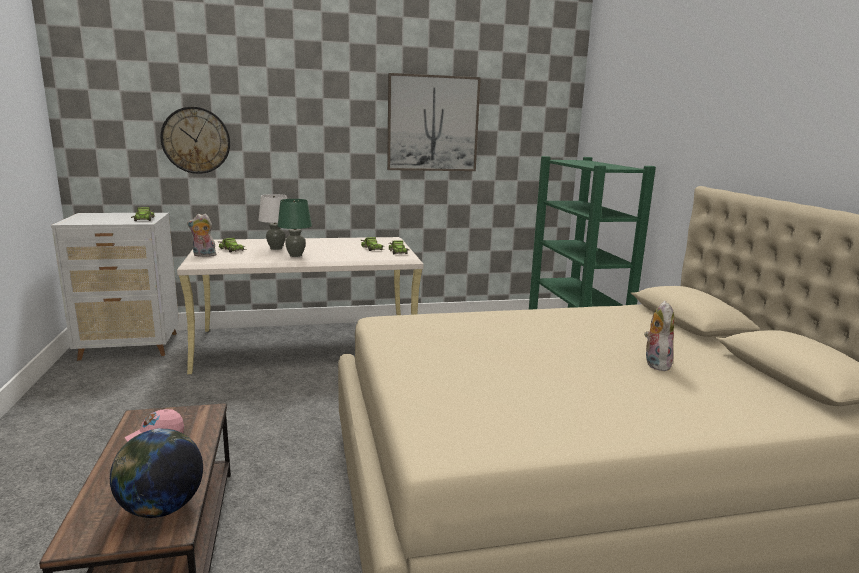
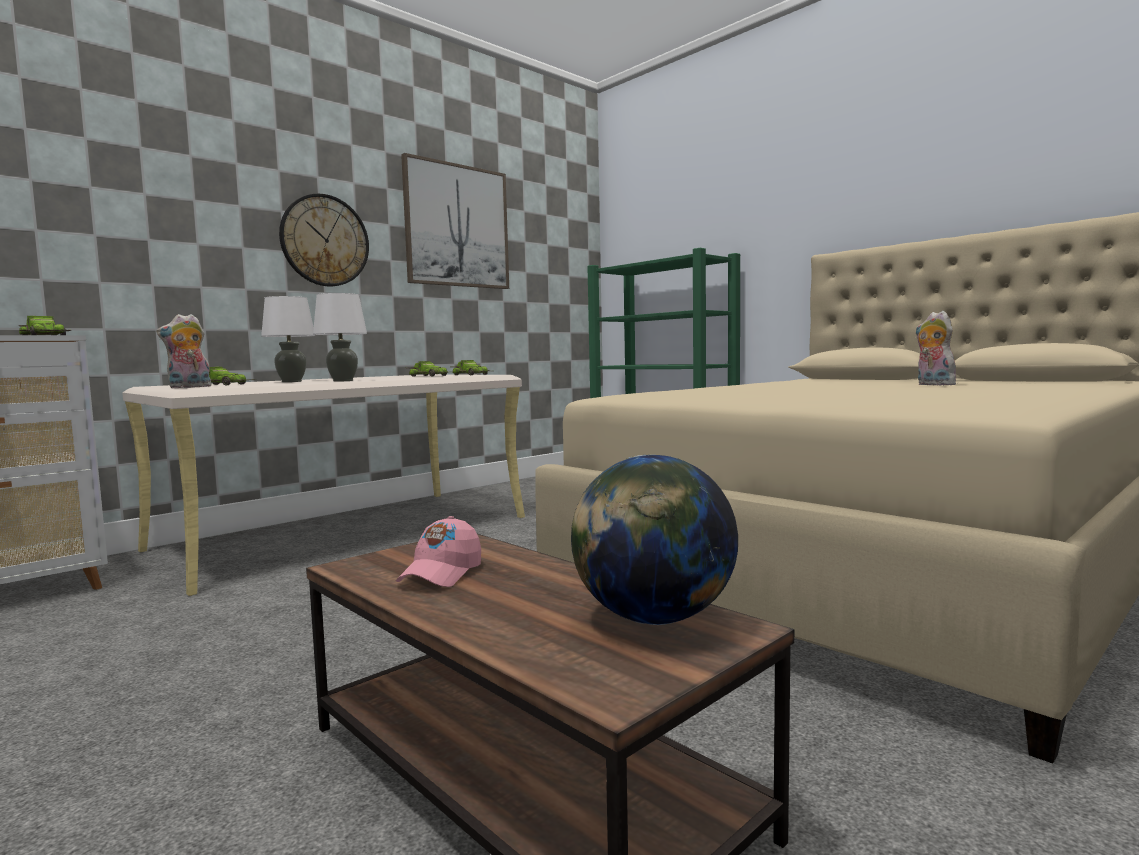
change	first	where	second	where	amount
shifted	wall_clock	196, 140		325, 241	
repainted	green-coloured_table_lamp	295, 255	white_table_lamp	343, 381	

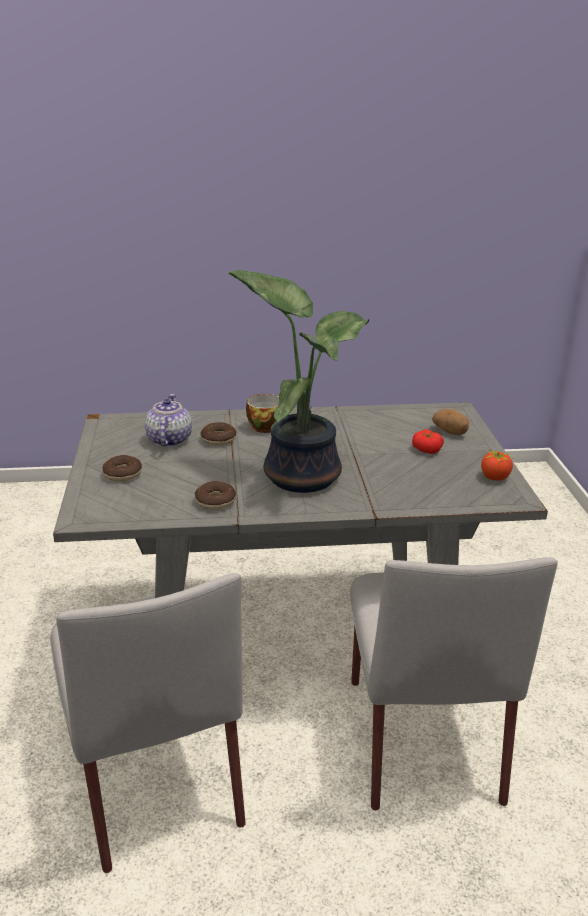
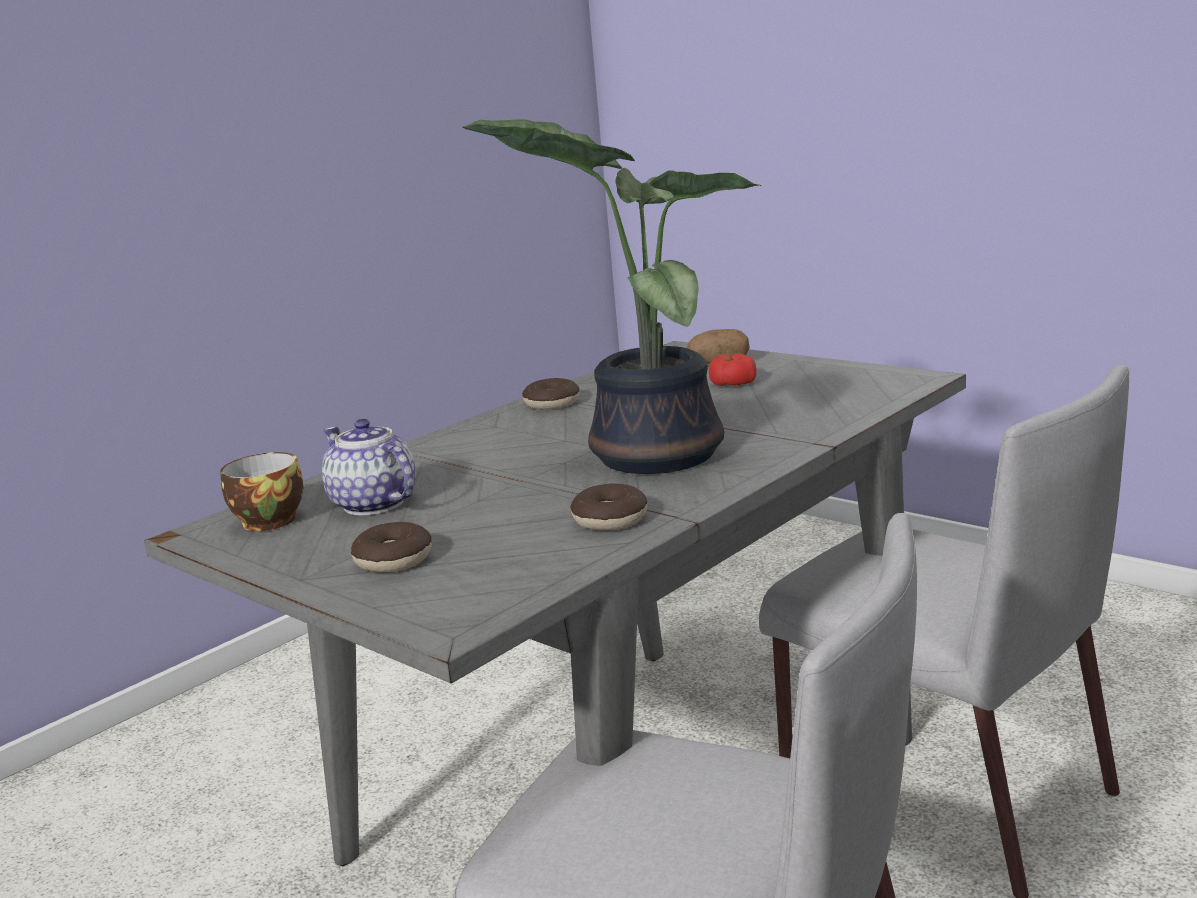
change	first	where	second	where	amount
shifted	doughnut	218, 439		552, 403	
shifted	small_cup	264, 426		265, 521	
gone	fresh_tomato	495, 477			

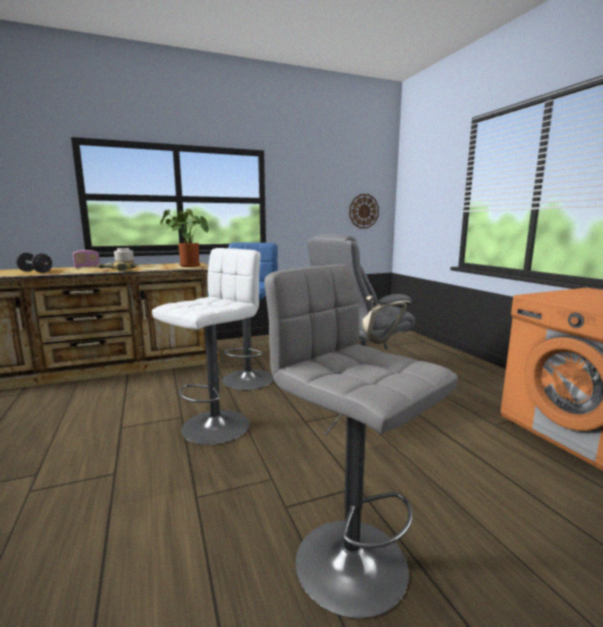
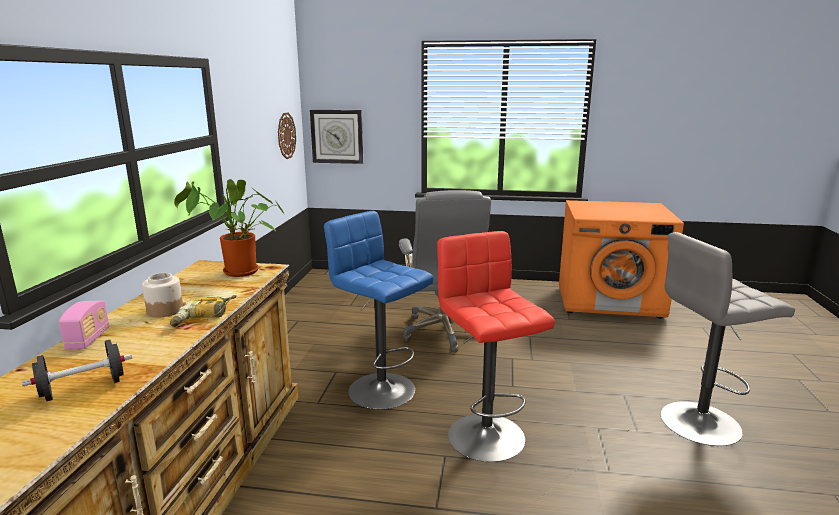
change	first	where	second	where	amount
repainted	white_stool_seat	217, 426	red_stool_seat	486, 436	
new			wall_clock	337, 136	

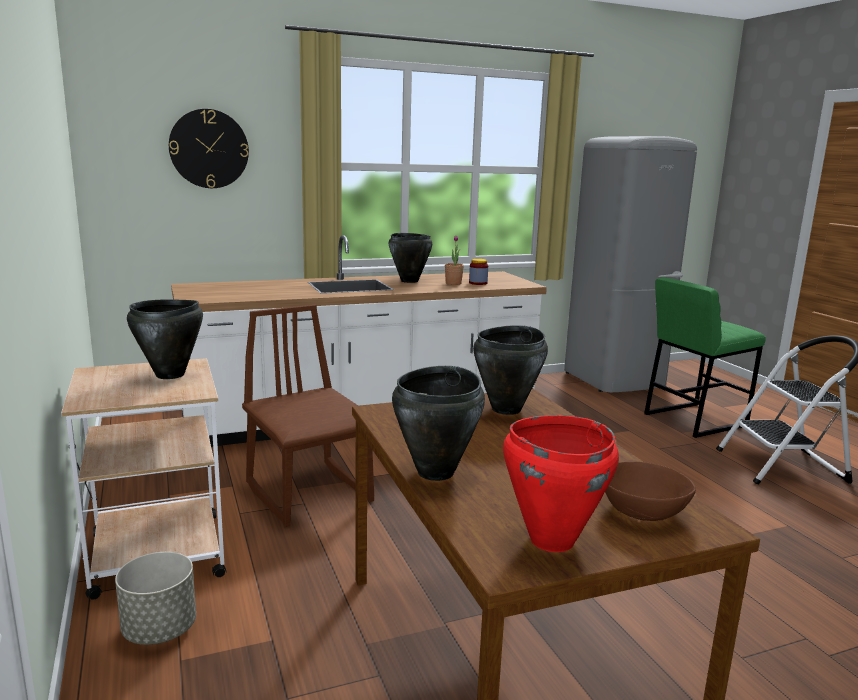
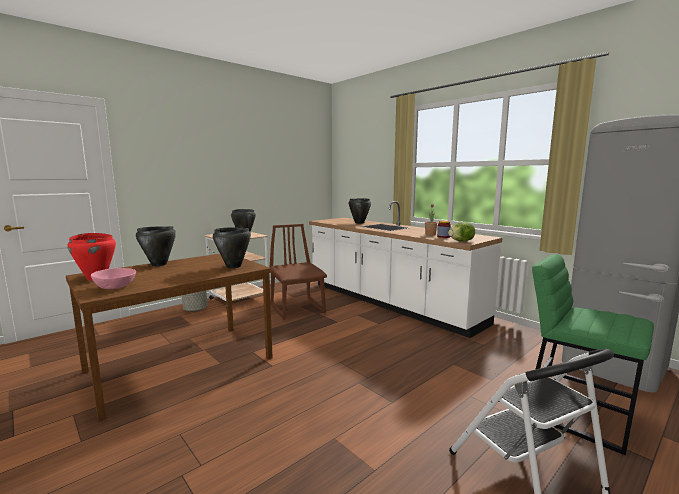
change	first	where	second	where	amount
gone	wall_clock	209, 149			
rotated	brown-coloured_upright_chair	310, 493		298, 309	60 degrees counterclockwise
shifted	black-coloured_cooking_pot	409, 281		359, 223	
repainted	brown-coloured_bowl	642, 510	pink_bowl	115, 287	
new			lettuce_head	461, 241	

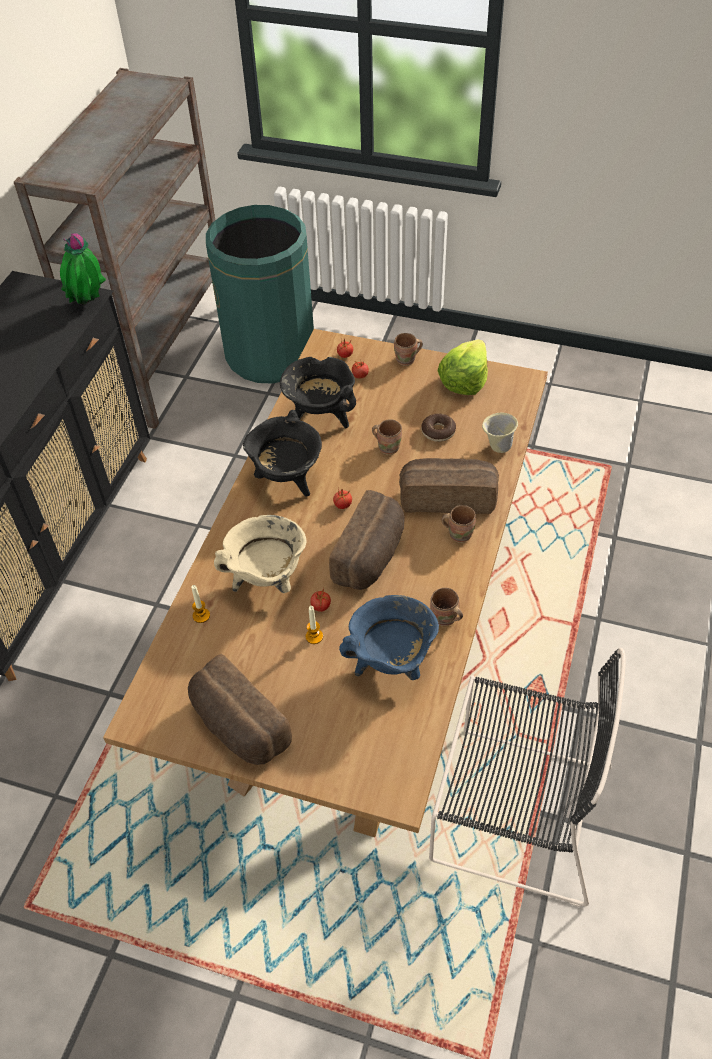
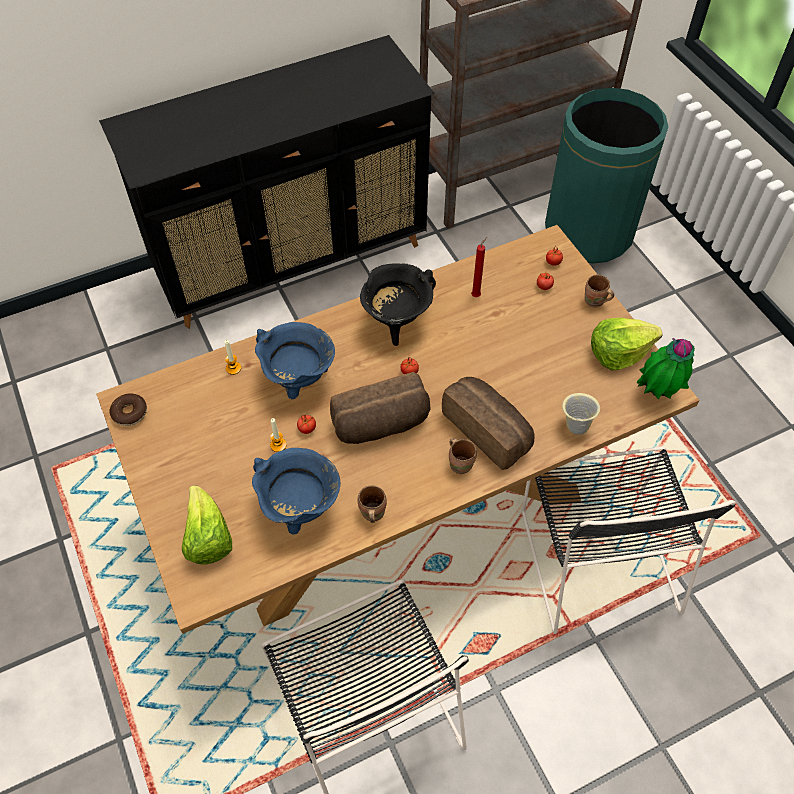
change	first	where	second	where	amount
shifted	houseplant	89, 304		656, 394	
gone	bakery_bread	237, 727			
repainted	beige-coloured_cooking_pot	267, 580	blue_cooking_pot	298, 381	
swapped	black-coloured_cooking_pot	321, 416	red_candle	477, 295	
gone	brown-coloured_mug	388, 447			
shifted	doughnut	438, 432		130, 413	
new			lettuce_head	208, 538	
new			black-coloured_upright_chair	597, 555	

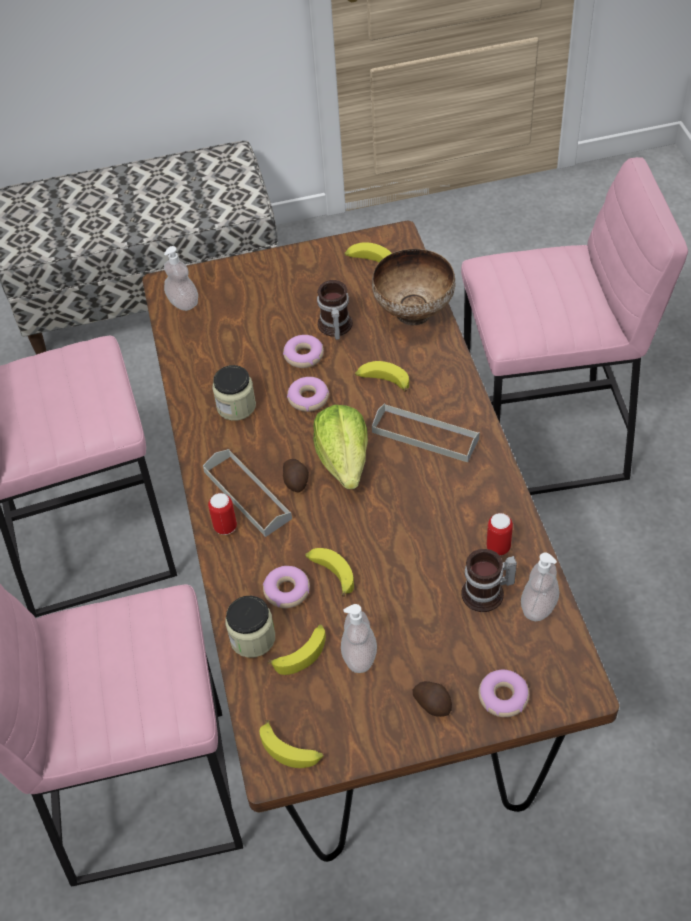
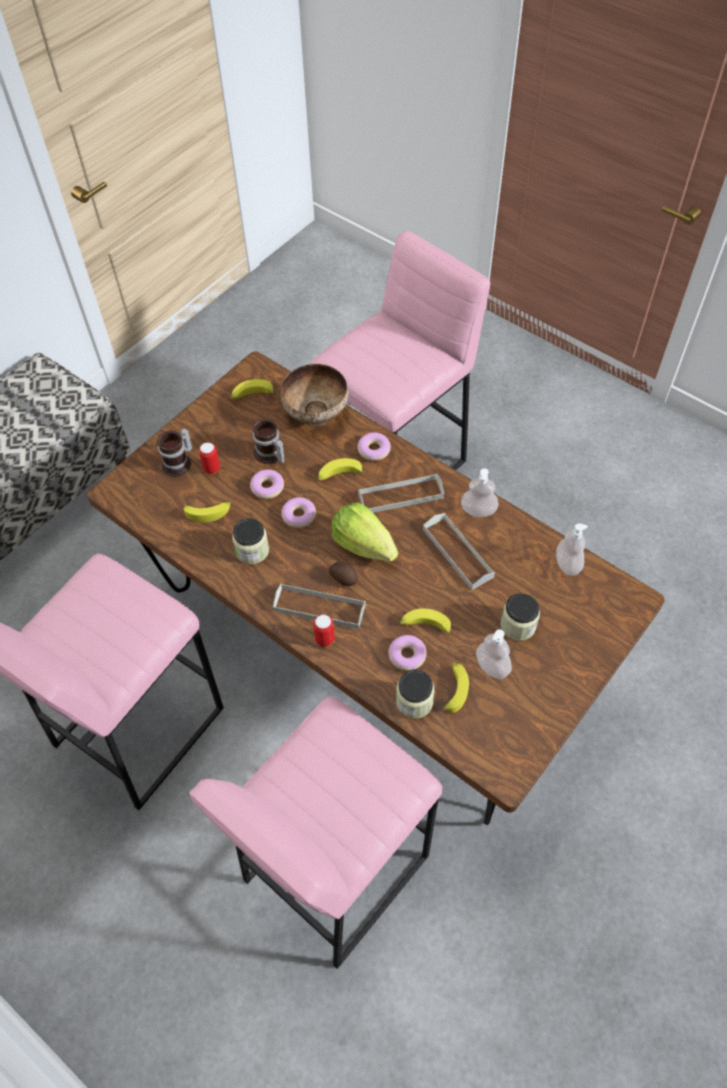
change	first	where	second	where	amount
shifted	soap_dispenser	183, 303		478, 510	
shifted	banana_fruit	291, 749		208, 512	
gone	spud	432, 703			
shifted	mug	487, 594		180, 463	
shifted	doughnut	503, 697		374, 450	
shifted	sealed_can	498, 547		212, 468	
new			greyish_serving_tray	457, 553	
new			storage_jar	518, 625	

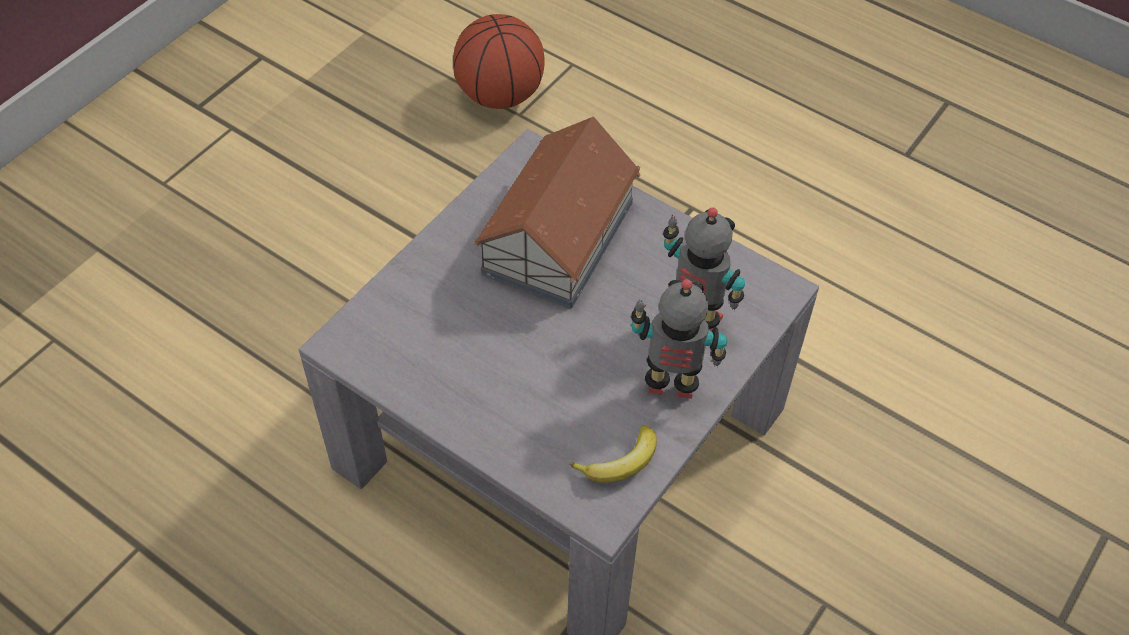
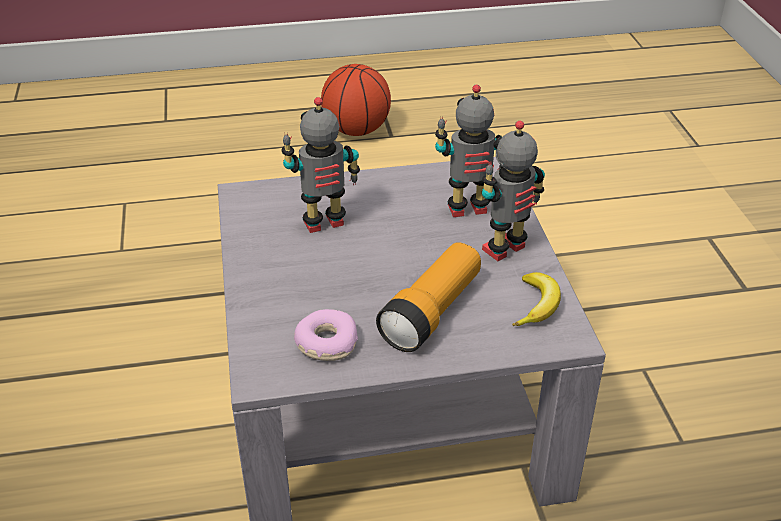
change	first	where	second	where	amount
shifted	ball_for_basketball	499, 95		356, 130	
swapped	toy_house	556, 238	toy_robot	324, 225	
new			doughnut	326, 343	
new			hand_torch	432, 312	

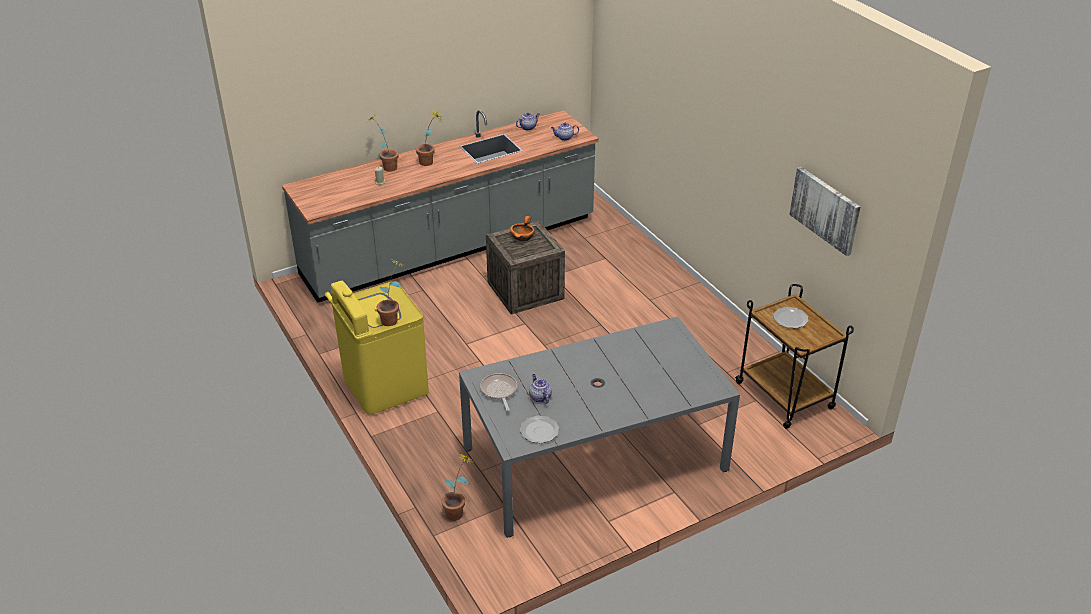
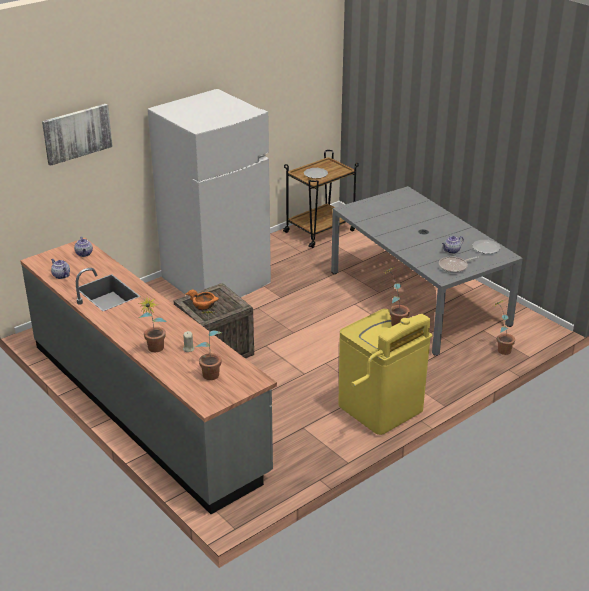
change	first	where	second	where	amount
shifted	houseplant	430, 162		211, 372	
shifted	wall_picture	825, 210		77, 133	
new			white_fridge	216, 280	

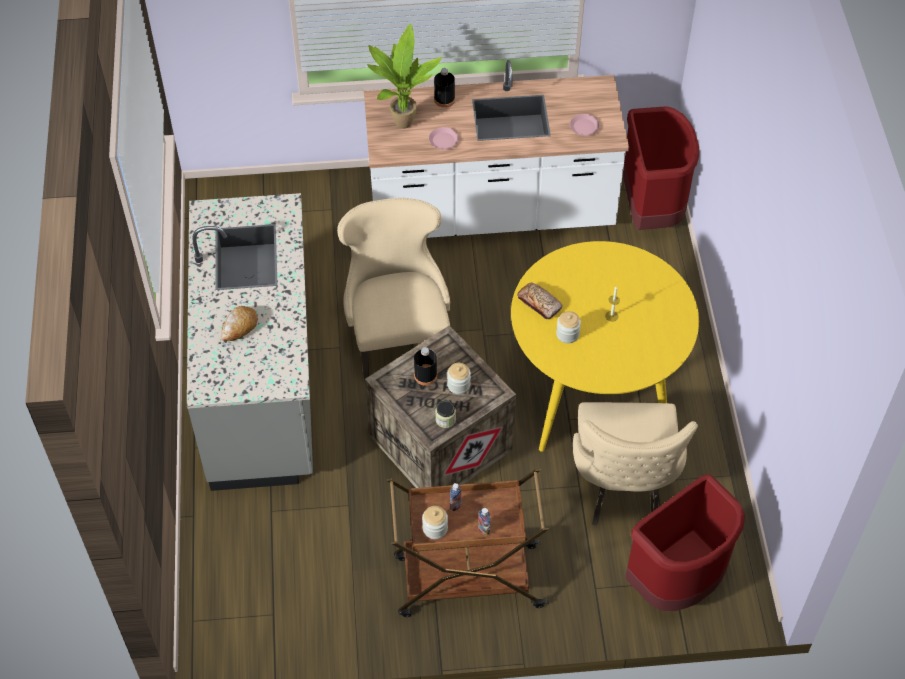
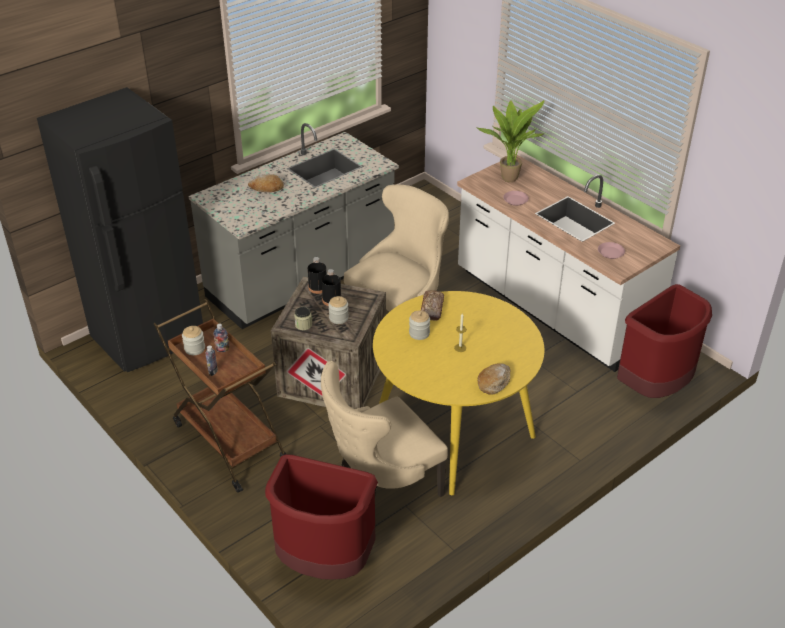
change	first	where	second	where	amount
shifted	black-coloured_bottle	444, 99		318, 288	
new			black-coloured_fridge	148, 337	
new			bakery_bread	494, 382	

